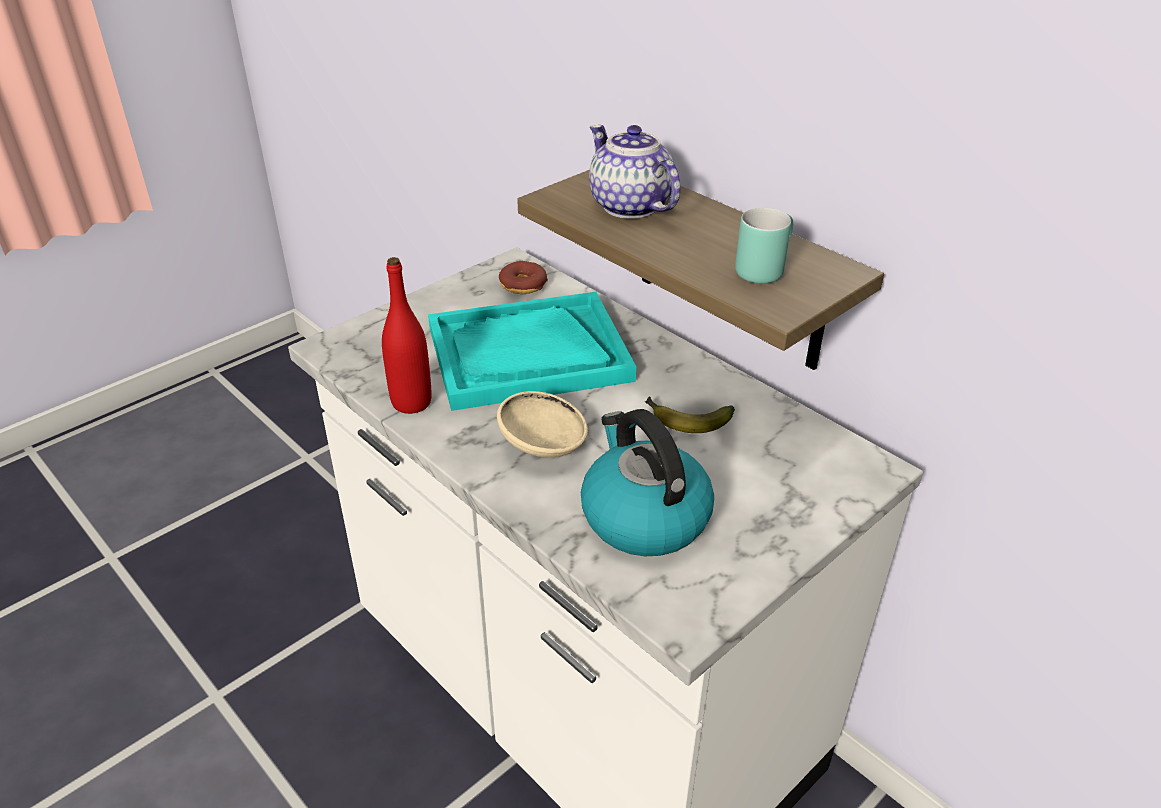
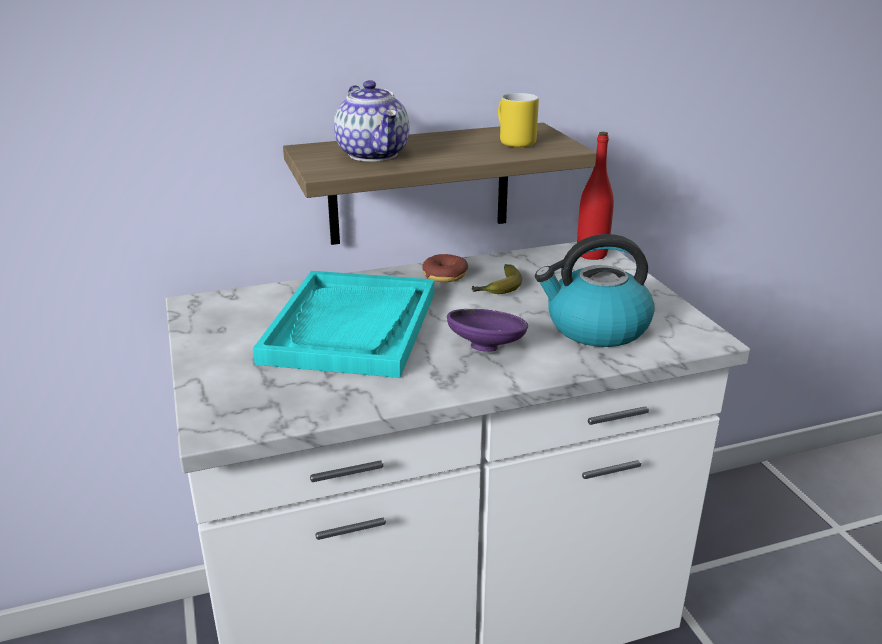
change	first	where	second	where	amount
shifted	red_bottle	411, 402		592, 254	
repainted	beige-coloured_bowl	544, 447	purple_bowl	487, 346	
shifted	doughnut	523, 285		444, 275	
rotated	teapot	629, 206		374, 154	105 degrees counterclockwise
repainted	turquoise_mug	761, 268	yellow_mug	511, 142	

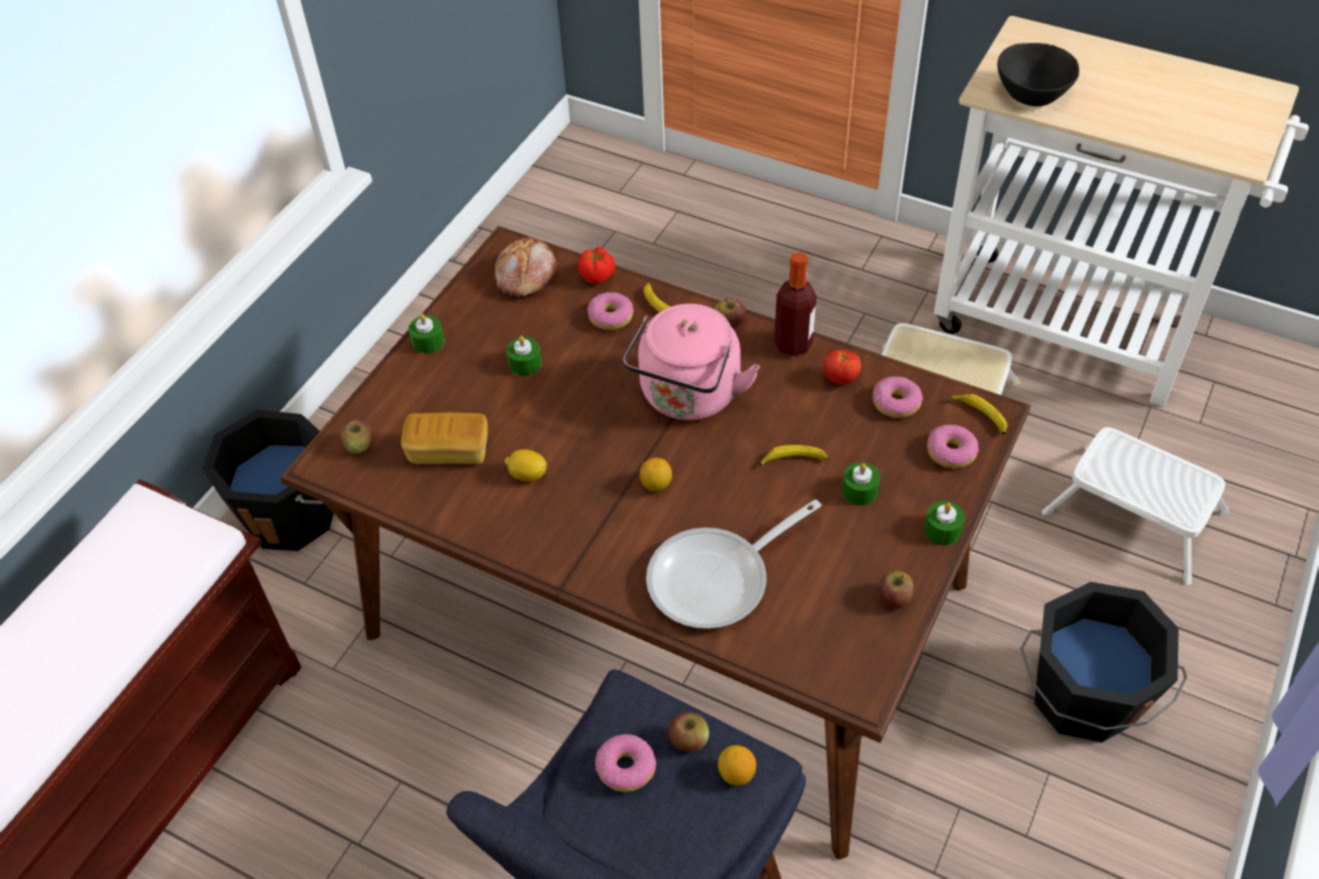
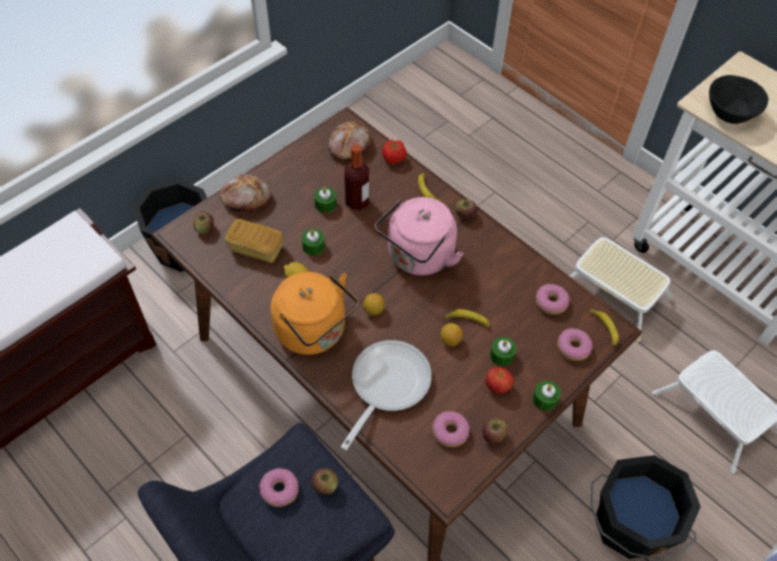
change	first	where	second	where	amount
shifted	green-coloured_candle	428, 341		313, 246	
shifted	doughnut	611, 317		450, 432	
rotated	frying_pan	718, 579		386, 385	135 degrees clockwise
shifted	whole_lemon	736, 774		450, 340	
shifted	bottle	793, 345		357, 202	
shifted	fresh_tomato	840, 378		497, 386	
new			bakery_bread	246, 197	
new			orange-coloured_tea_kettle	314, 332	

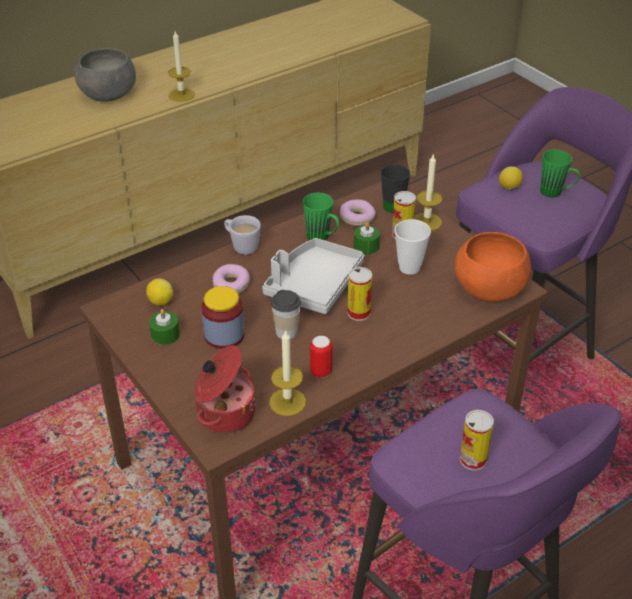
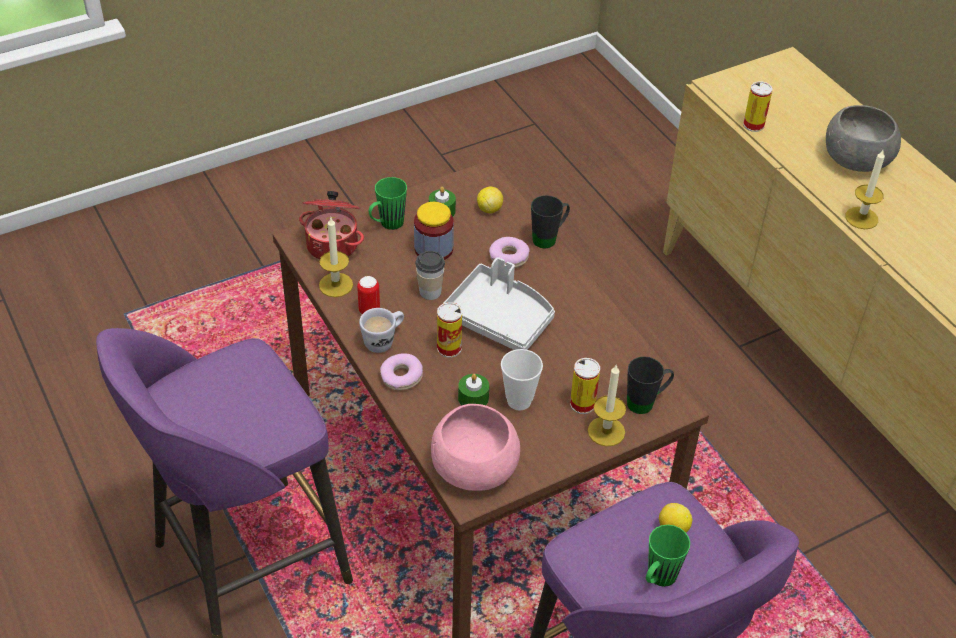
change	first	where	second	where	amount
shifted	white_mug	241, 246		384, 341	
shifted	green-coloured_mug	322, 238		387, 225	
shifted	doughnut	357, 218		401, 377	
shifted	green-coloured_candle	366, 246		473, 398	
repainted	orange-coloured_bowl	489, 288	pink_bowl	473, 467	
shifted	sealed_can	473, 459		753, 125	
new			black-coloured_mug	549, 238	

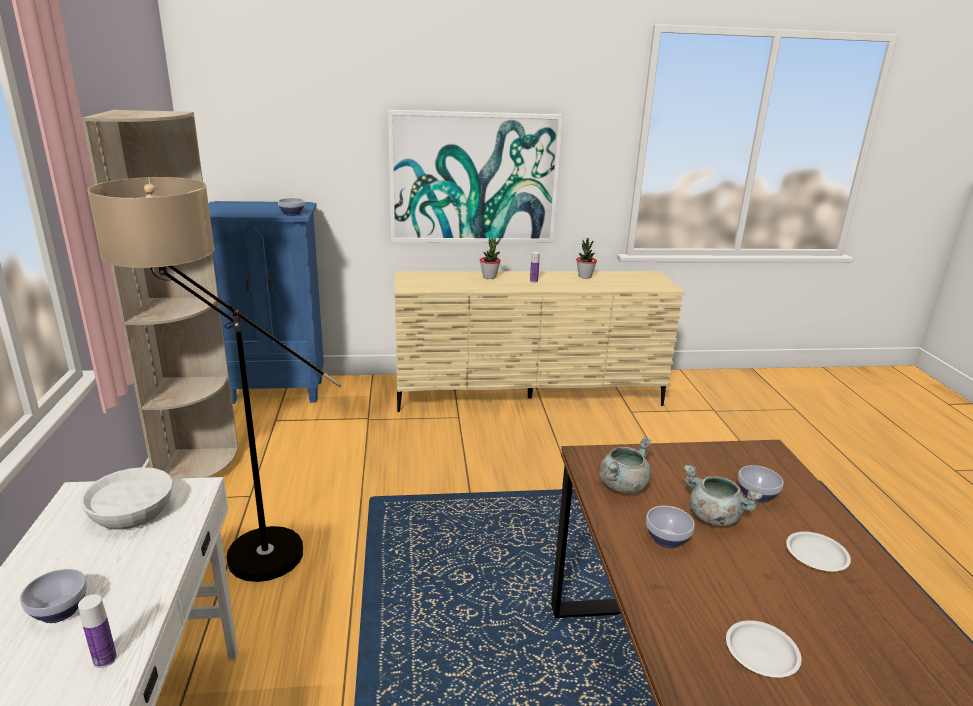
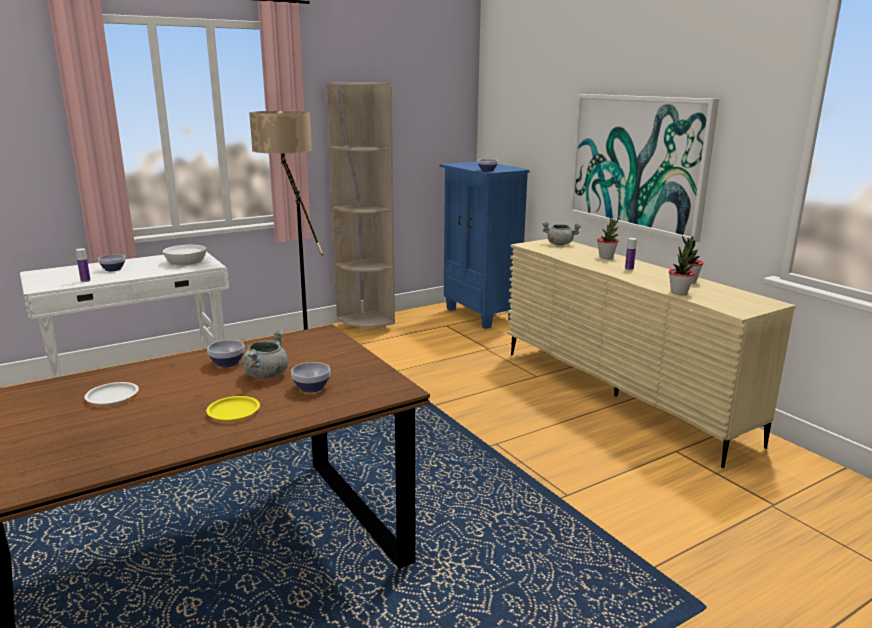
change	first	where	second	where	amount
shifted	greyish_cooking_pot	623, 485		560, 244	
repainted	white_plate	816, 555	yellow_plate	233, 412	
new			houseplant	679, 292	

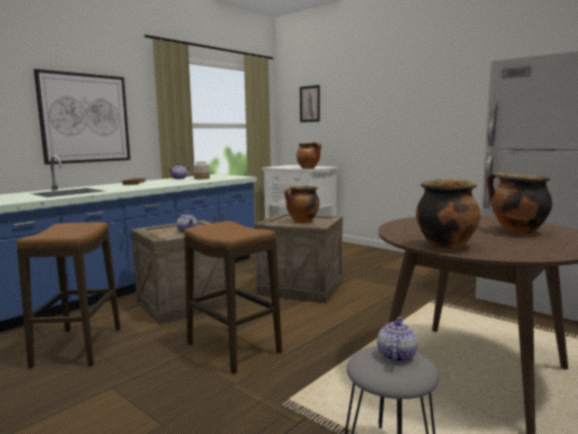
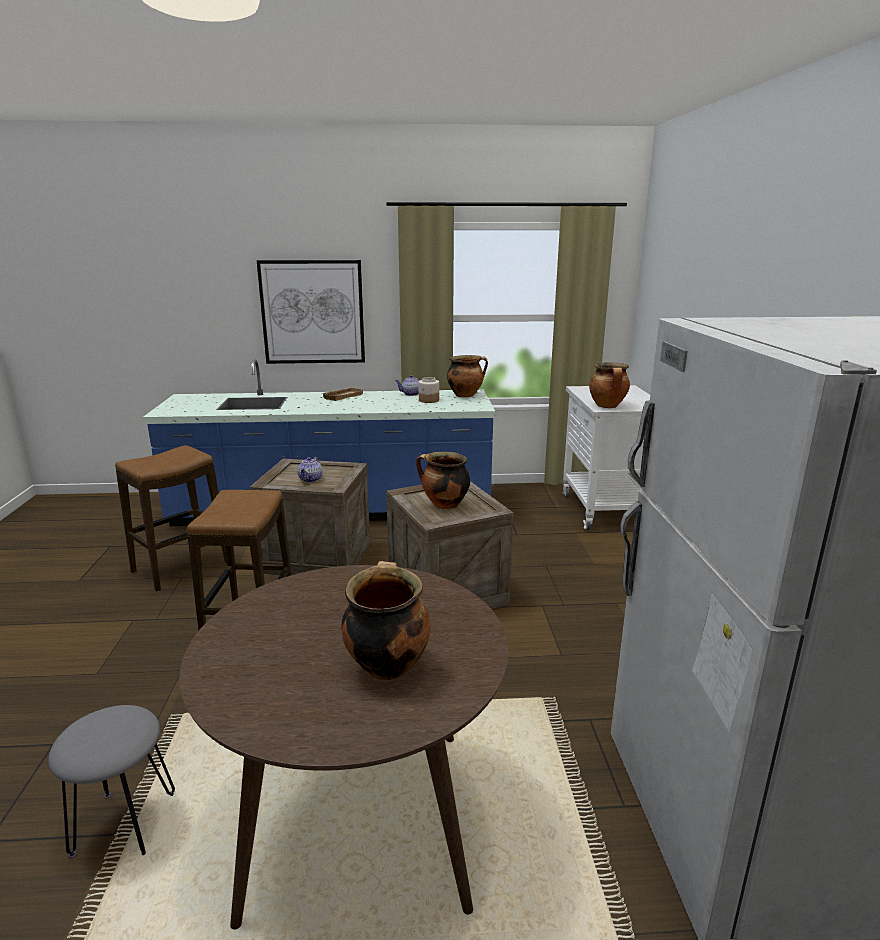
change	first	where	second	where	amount
gone	wall_picture	310, 104			
gone	teapot	396, 356			
shifted	cooking_pot	445, 245		466, 395	

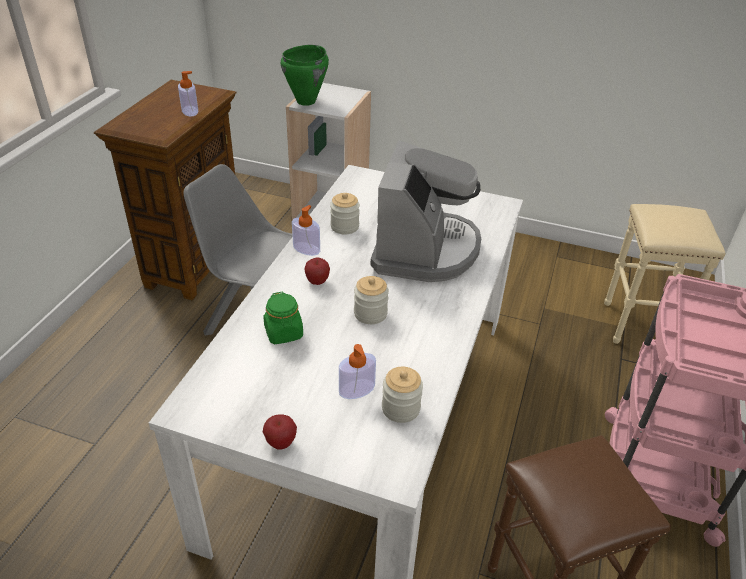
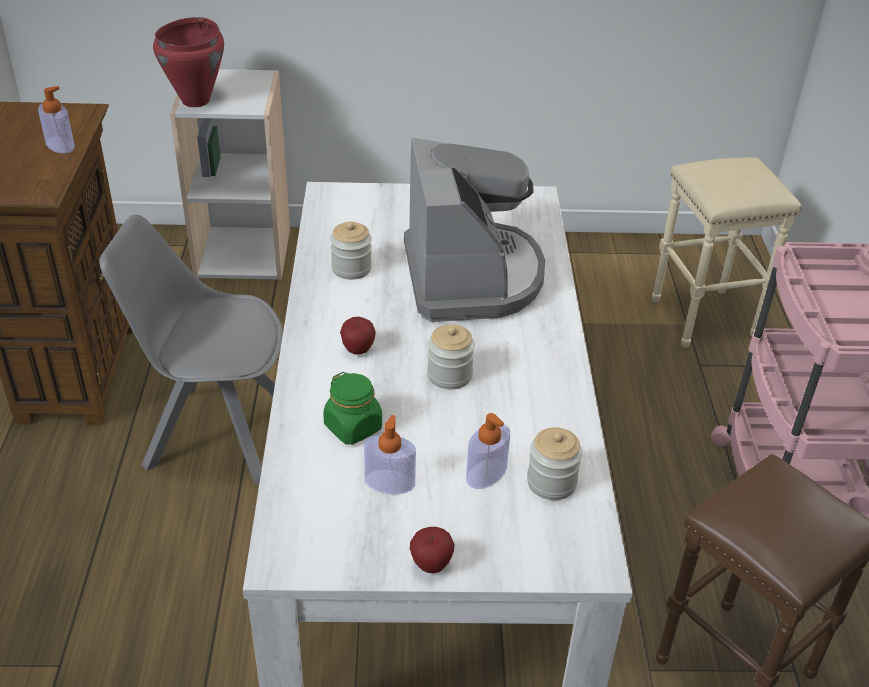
change	first	where	second	where	amount
repainted	green-coloured_cooking_pot	306, 101	red_cooking_pot	196, 101	
shifted	soap_dispenser	306, 249		389, 482	

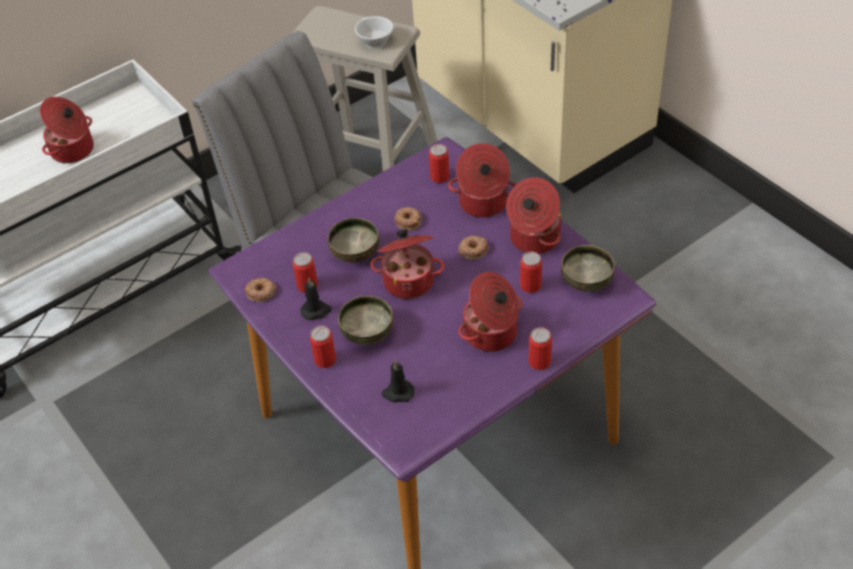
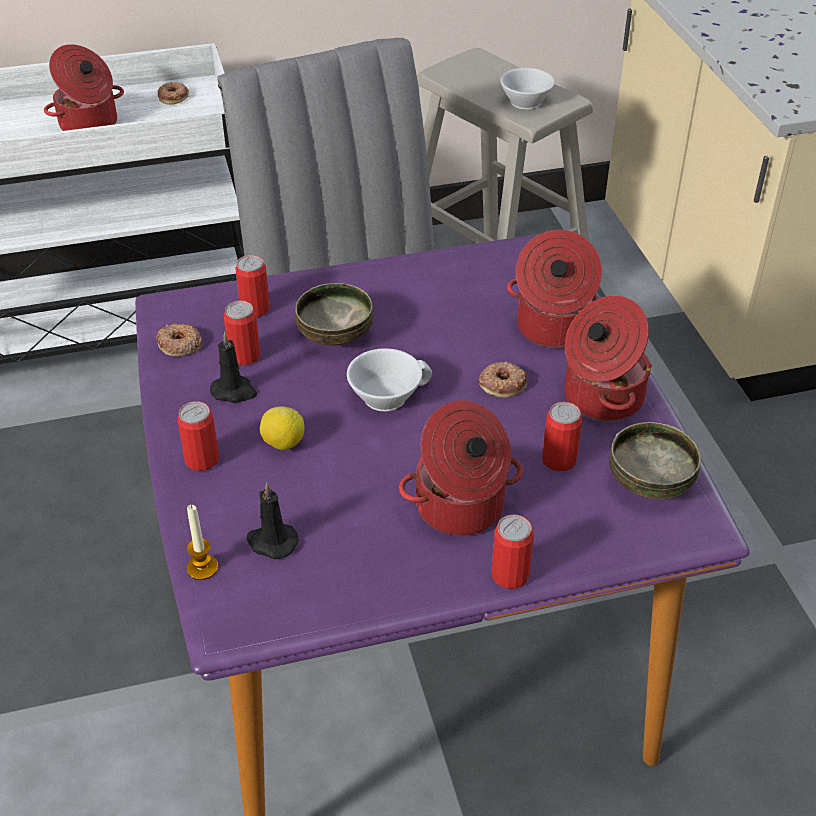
change	first	where	second	where	amount
swapped	bowl	367, 332	whole_lemon	283, 443	
swapped	cooking_pot	409, 280	white_small_cup	386, 394	
shifted	doughnut	408, 220		173, 97	
shifted	sealed_can	439, 177		255, 309	
new			candle	202, 568	

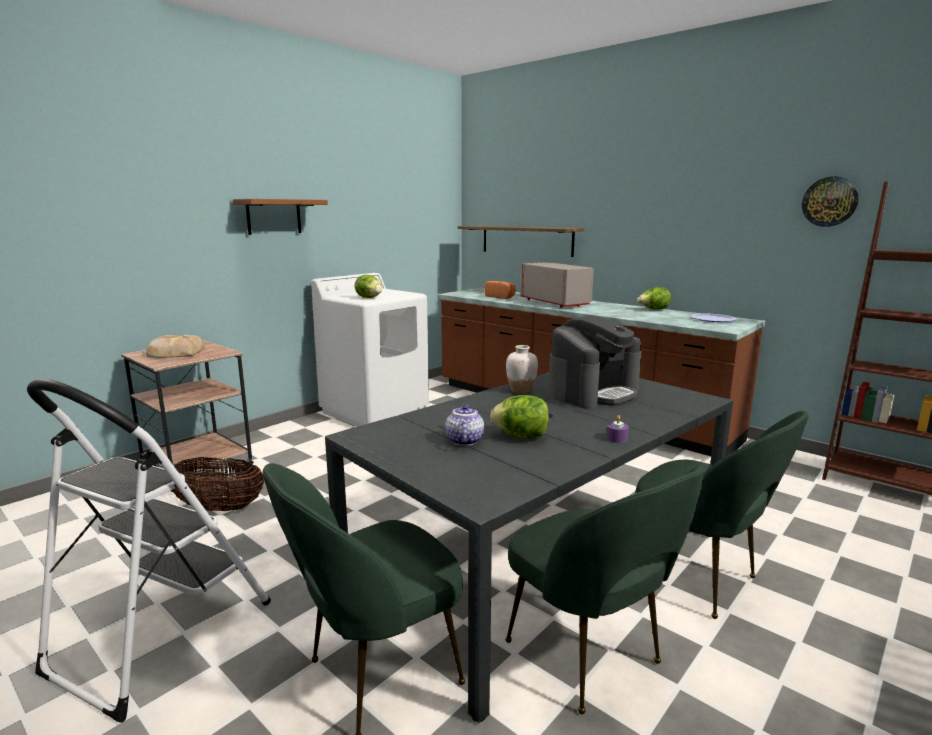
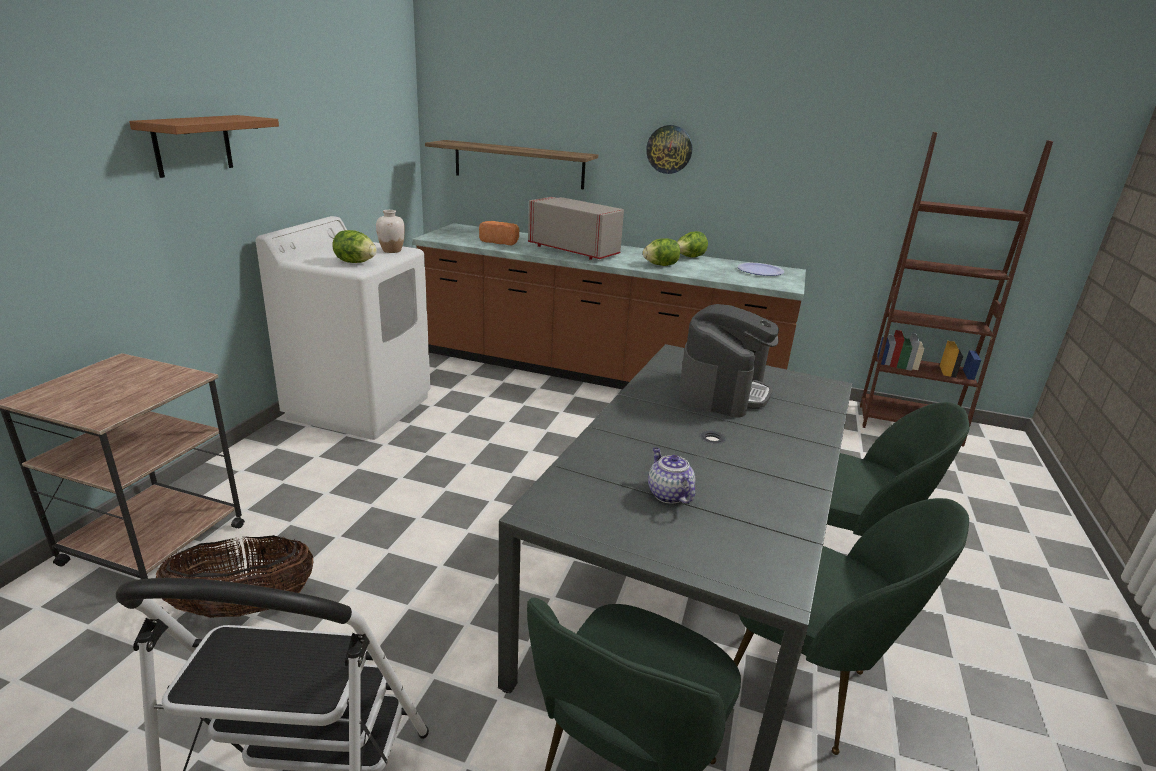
change	first	where	second	where	amount
gone	bakery_bread	175, 352			
shifted	lettuce_head	521, 436		660, 265	
shifted	white_flower_vase	521, 390		392, 251	
gone	purple_candle	616, 438			
shifted	wall_clock	829, 201		669, 149	

